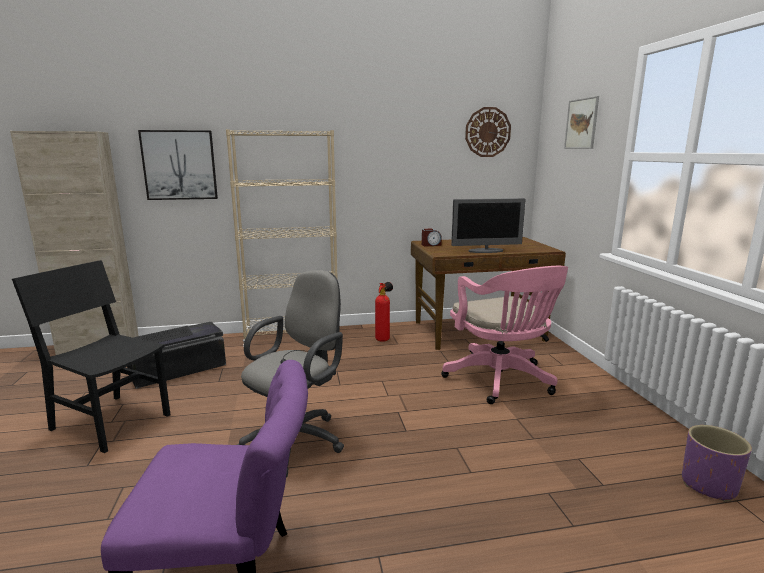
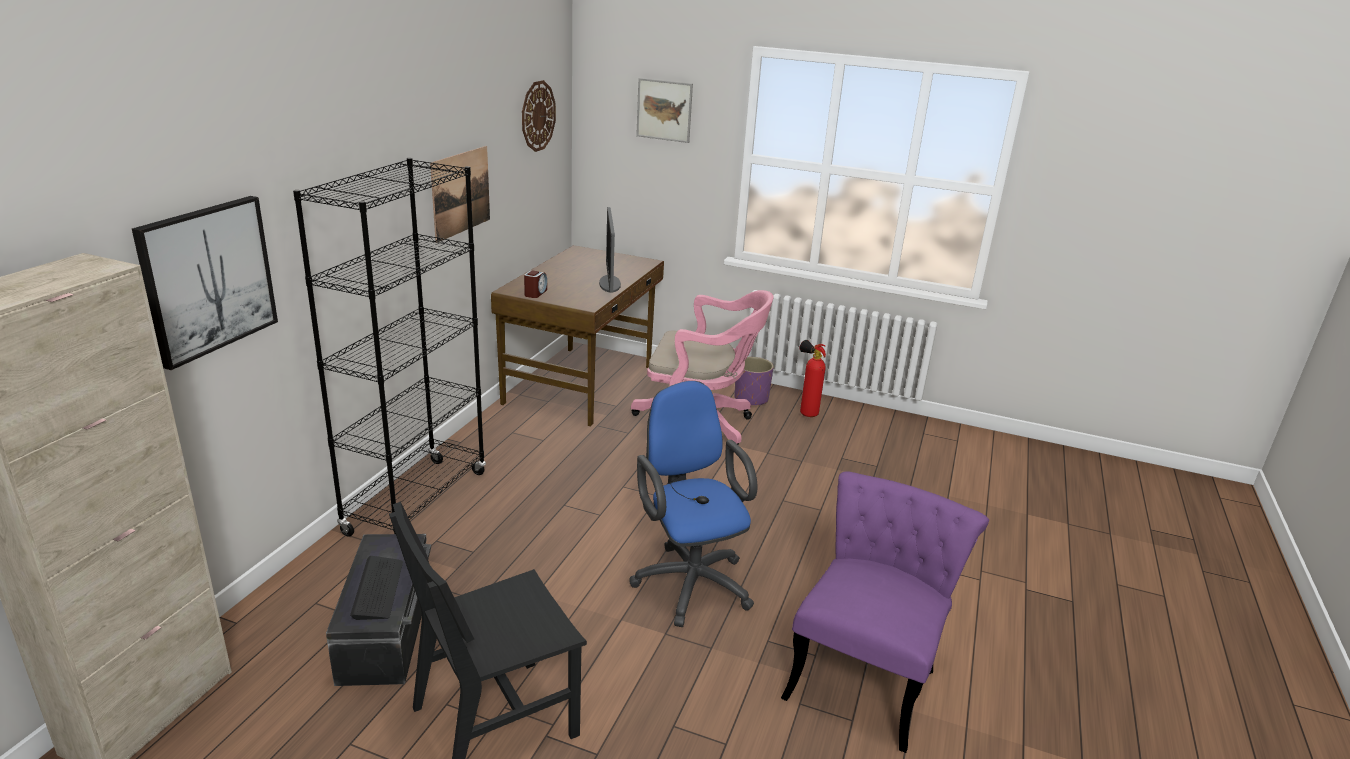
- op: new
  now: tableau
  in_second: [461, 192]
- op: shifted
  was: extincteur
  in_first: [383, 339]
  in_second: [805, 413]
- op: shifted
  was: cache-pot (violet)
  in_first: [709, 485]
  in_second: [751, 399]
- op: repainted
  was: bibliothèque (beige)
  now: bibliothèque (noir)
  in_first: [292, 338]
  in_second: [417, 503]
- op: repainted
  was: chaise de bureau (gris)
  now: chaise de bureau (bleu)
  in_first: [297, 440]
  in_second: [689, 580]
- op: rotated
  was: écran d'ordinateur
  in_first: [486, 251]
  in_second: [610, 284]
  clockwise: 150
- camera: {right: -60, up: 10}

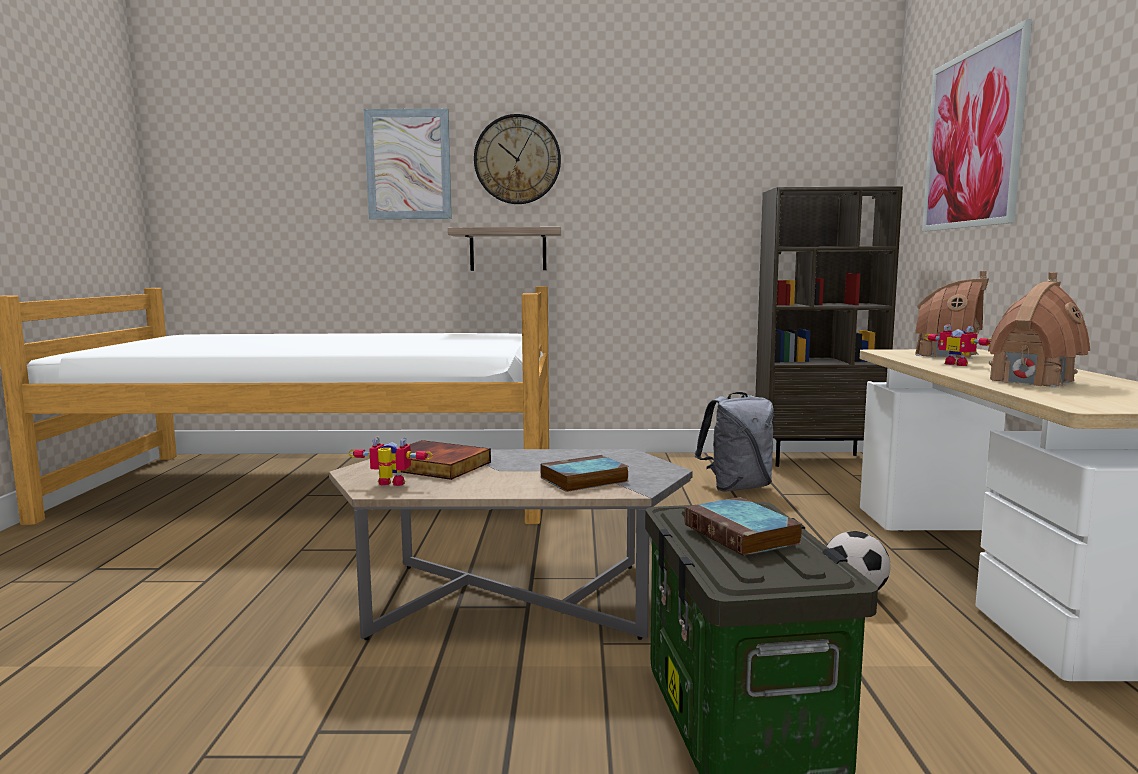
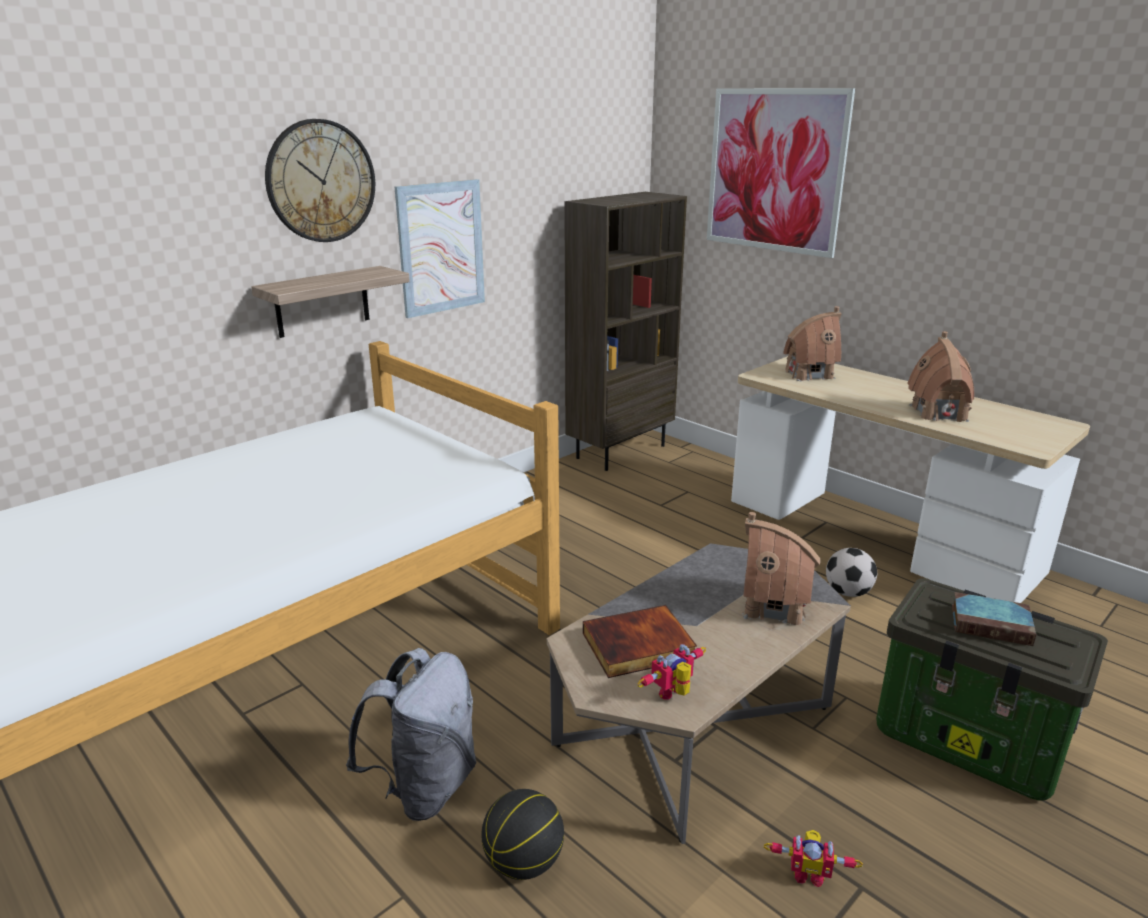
- op: new
  now: ballon de basket
  in_second: [524, 862]
- op: shifted
  was: tableau
  in_first: [408, 164]
  in_second: [441, 247]
- op: shifted
  was: sac à dos (gris)
  in_first: [737, 487]
  in_second: [424, 787]
- op: shifted
  was: robot jouet
  in_first: [958, 364]
  in_second: [808, 874]
- op: swapped
  was: livre
  now: maison miniature
  in_first: [583, 480]
  in_second: [773, 606]
- camera: {right: -45, up: 15}

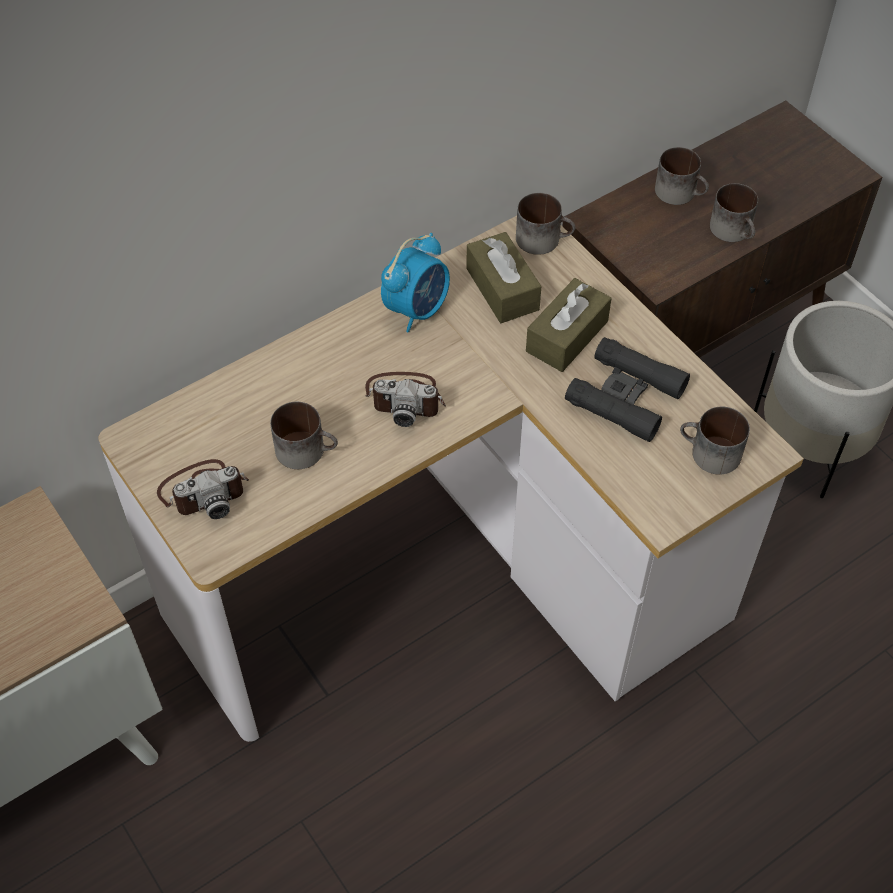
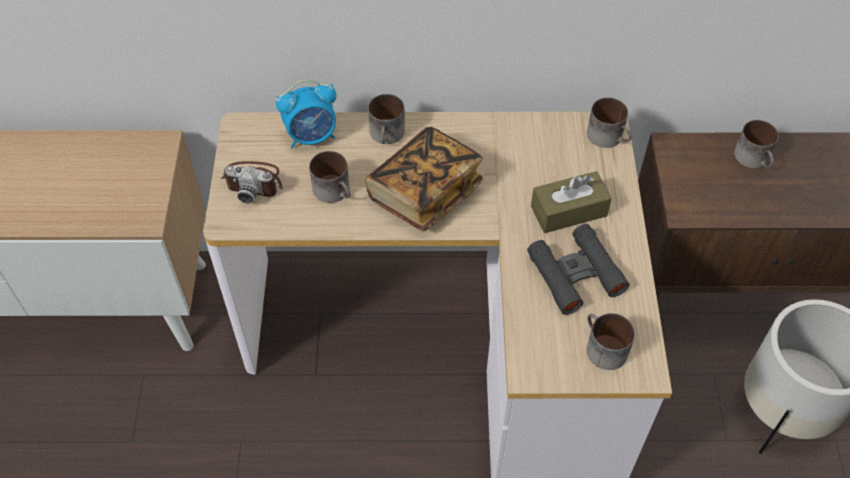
- op: gone
  was: boîte à mouchoirs (marron)
  in_first: [502, 289]
- op: shifted
  was: réveil
  in_first: [417, 309]
  in_second: [312, 136]
- op: shifted
  was: mug
  in_first: [735, 231]
  in_second: [388, 135]
- op: swapped
  was: appareil photo
  now: livre
  in_first: [406, 398]
  in_second: [424, 193]
- camera: {right: 35, up: 0}

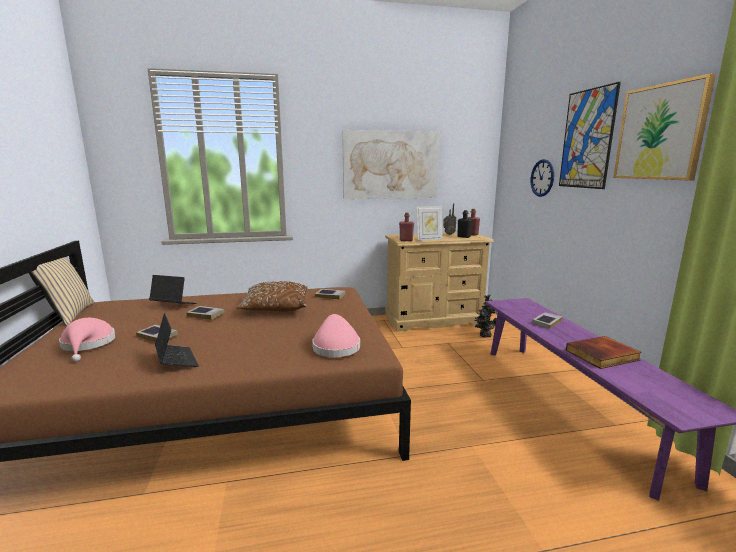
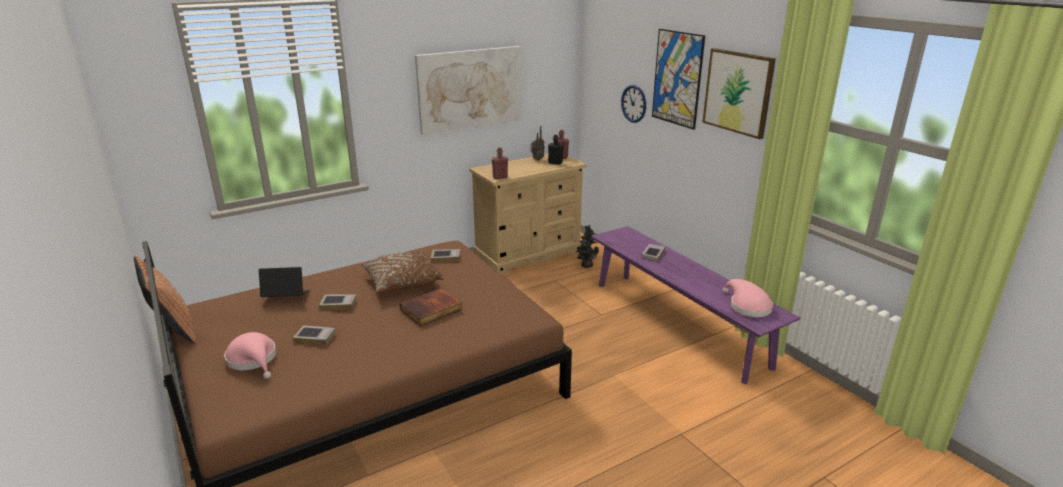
- op: gone
  was: ordinateur portable
  in_first: [176, 360]
- op: gone
  was: cadre photo
  in_first: [429, 239]
- op: shifted
  was: chapeau (rose)
  in_first: [335, 346]
  in_second: [747, 306]
- op: shifted
  was: livre
  in_first: [602, 356]
  in_second: [431, 310]
- op: repainted
  was: coussin (beige)
  now: coussin (orange)
  in_first: [68, 315]
  in_second: [174, 331]
- camera: {right: -20, up: 10}

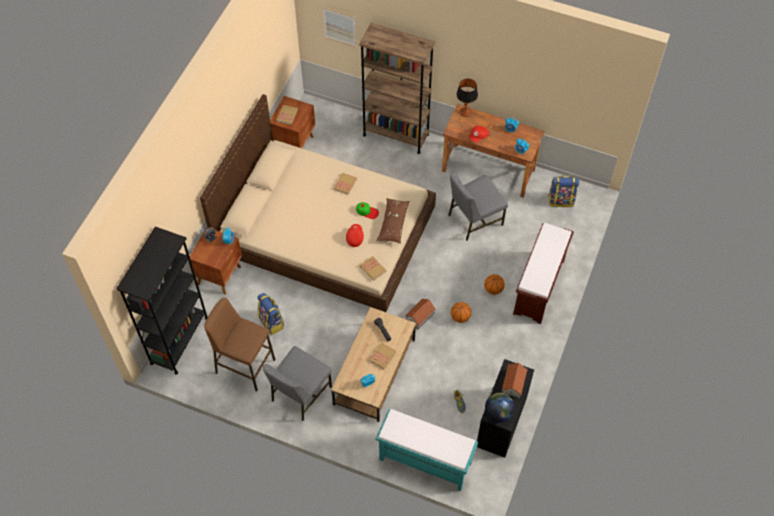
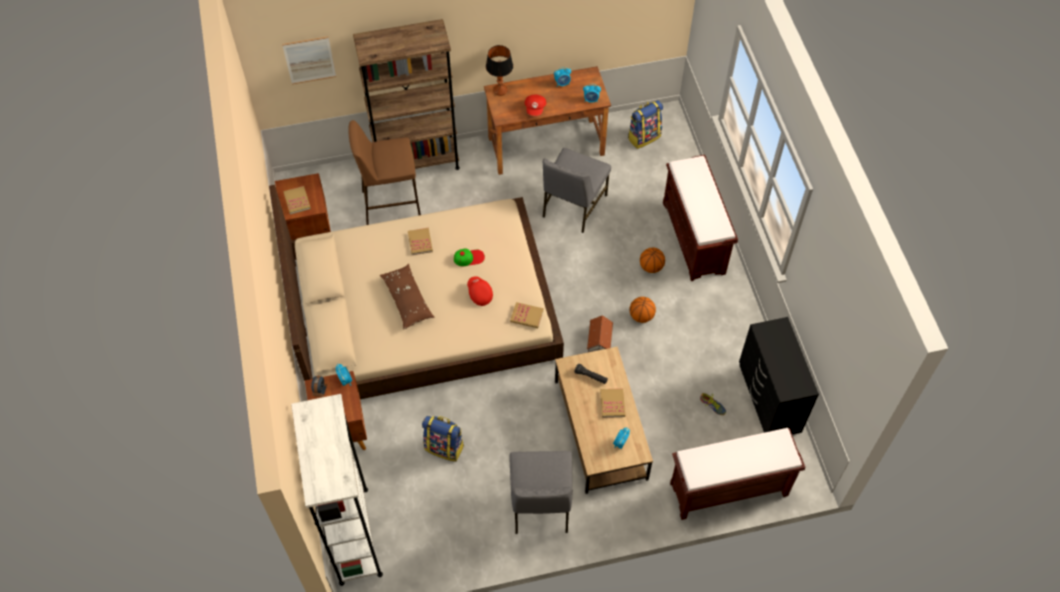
- op: gone
  was: globe
  in_first: [498, 413]
- op: gone
  was: maison miniature
  in_first: [513, 383]
- op: shifted
  was: tabouret (marron)
  in_first: [245, 366]
  in_second: [391, 205]
- op: shifted
  was: coussin (marron)
  in_first: [393, 224]
  in_second: [407, 300]
- op: repainted
  was: bibliothèque (noir)
  now: bibliothèque (blanc)
  in_first: [179, 340]
  in_second: [353, 535]
- op: repainted
  was: banc (turquoise)
  now: banc (marron)
  in_first: [424, 461]
  in_second: [727, 490]
- camera: {right: -35, up: 0}

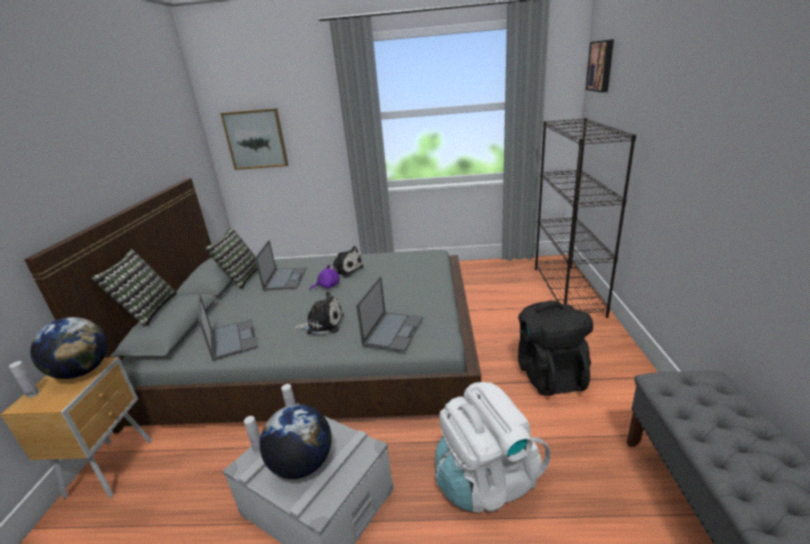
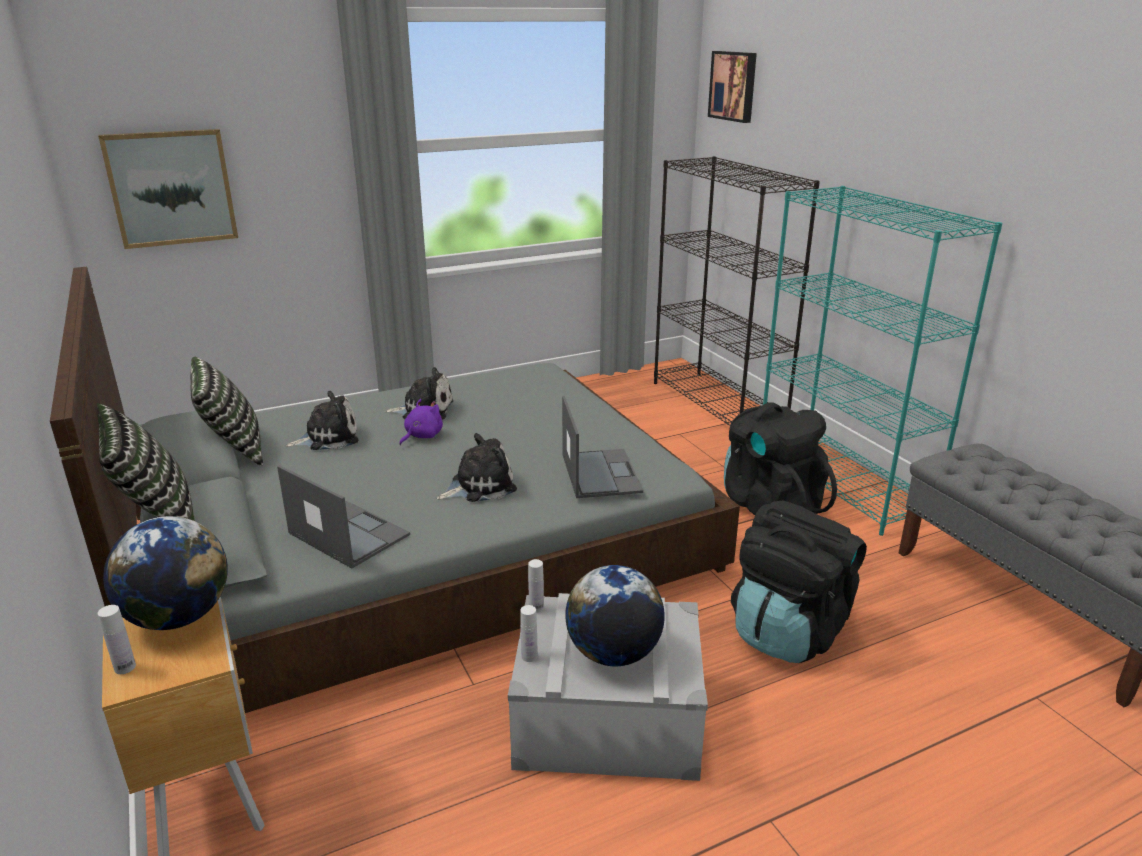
- op: new
  now: bibliothèque (turquoise)
  in_second: [842, 483]
- op: swapped
  was: ordinateur portable
  now: peluche
  in_first: [285, 278]
  in_second: [328, 437]
- op: repainted
  was: sac à dos (blanc)
  now: sac à dos (noir)
  in_first: [486, 481]
  in_second: [789, 631]
- camera: {right: -30, up: 0}

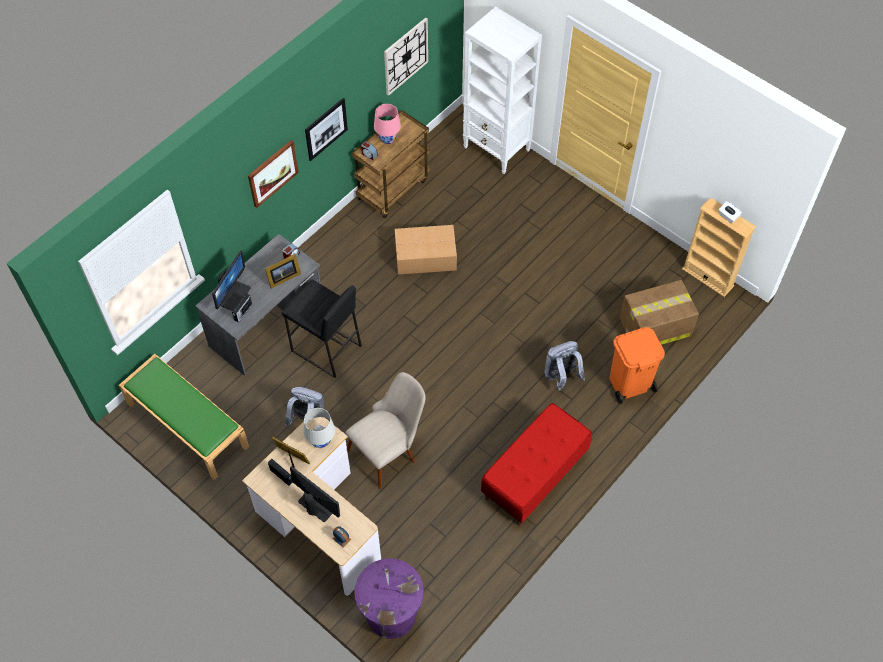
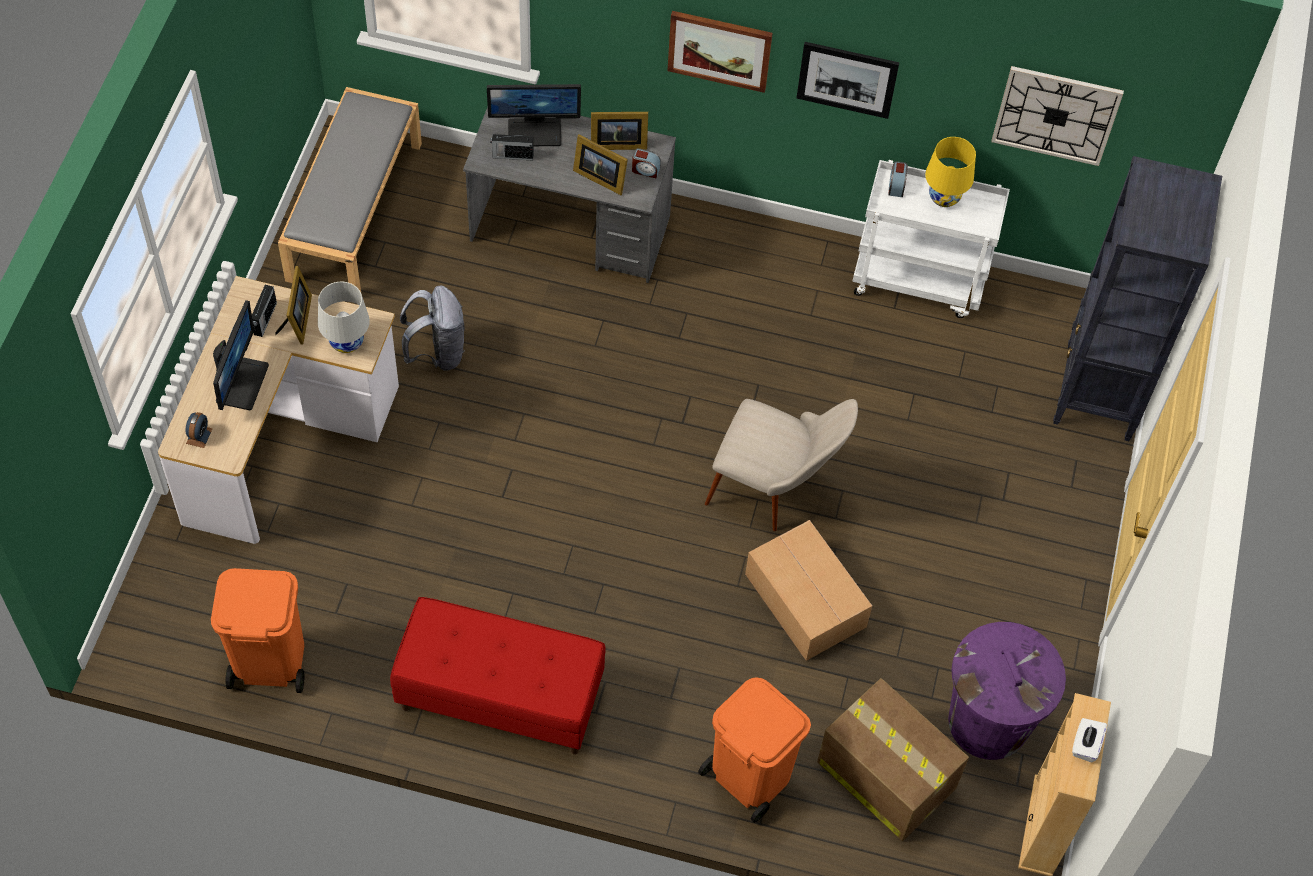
- op: gone
  was: tabouret (noir)
  in_first: [326, 349]
- op: gone
  was: sac à dos (gris)
  in_first: [561, 377]
- op: new
  now: poubelle (orange)
  in_second: [269, 661]
- op: new
  now: cadre photo
  in_second: [616, 143]
- op: shifted
  was: chaise (beige)
  in_first: [389, 450]
  in_second: [774, 489]
- op: shifted
  was: poubelle (violet)
  in_first: [391, 614]
  in_second: [988, 721]
- op: shifted
  was: carton
  in_first: [426, 257]
  in_second: [805, 602]
- op: repainted
  was: banc (vert)
  now: banc (gris)
  in_first: [186, 425]
  in_second: [354, 209]
- op: repainted
  was: chariot (marron)
  now: chariot (blanc)
  in_first: [393, 188]
  in_second: [919, 281]
- op: repainted
  was: lampe de table (rose)
  now: lampe de table (jaune)
  in_first: [388, 138]
  in_second: [944, 197]
- op: repainted
  was: bibliothèque (blanc)
  now: bibliothèque (noir)
  in_first: [497, 149]
  in_second: [1097, 393]
- camera: {right: 60, up: 0}

